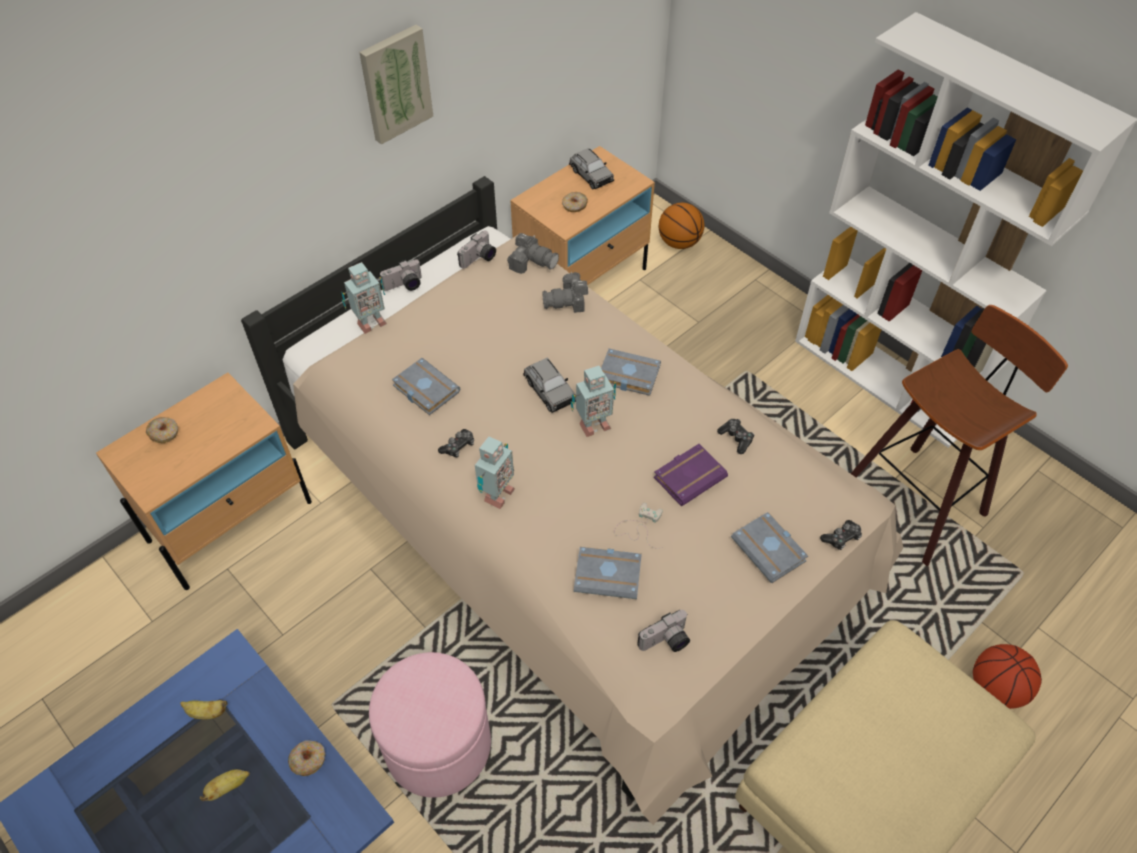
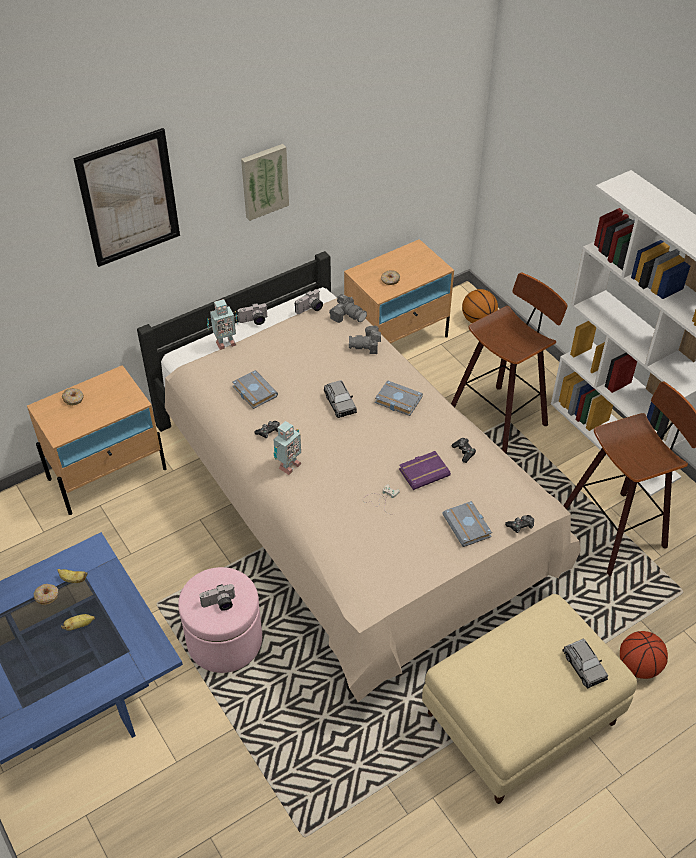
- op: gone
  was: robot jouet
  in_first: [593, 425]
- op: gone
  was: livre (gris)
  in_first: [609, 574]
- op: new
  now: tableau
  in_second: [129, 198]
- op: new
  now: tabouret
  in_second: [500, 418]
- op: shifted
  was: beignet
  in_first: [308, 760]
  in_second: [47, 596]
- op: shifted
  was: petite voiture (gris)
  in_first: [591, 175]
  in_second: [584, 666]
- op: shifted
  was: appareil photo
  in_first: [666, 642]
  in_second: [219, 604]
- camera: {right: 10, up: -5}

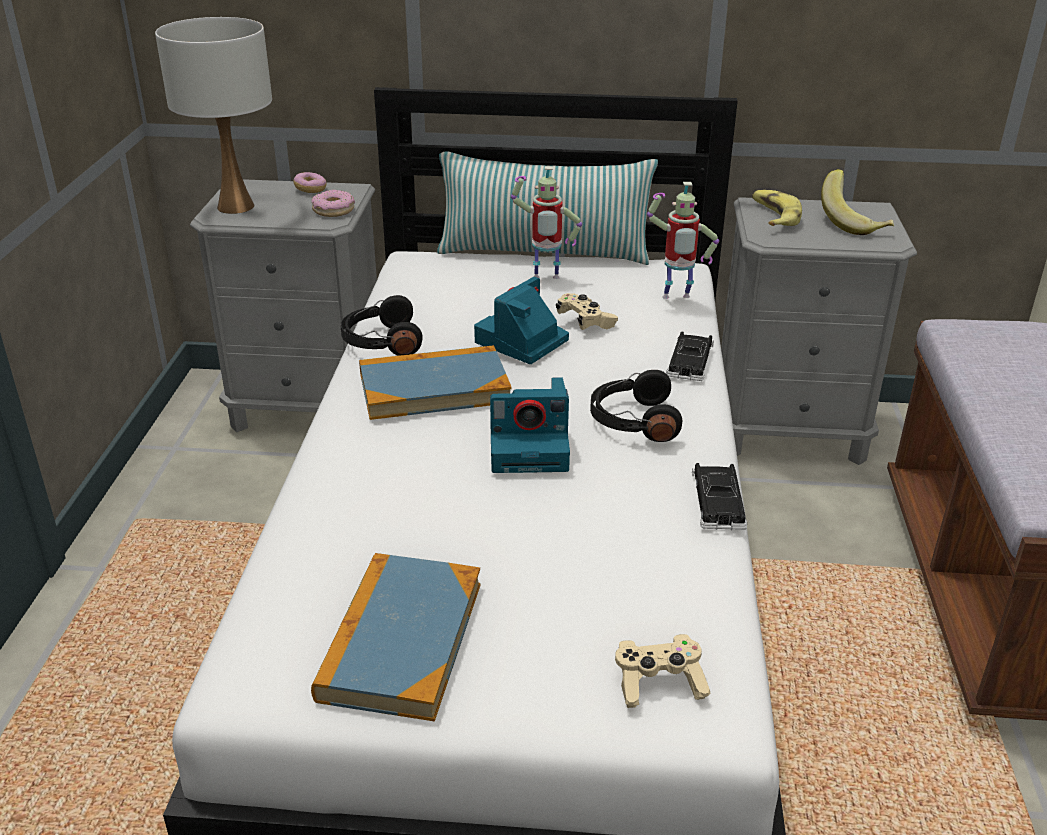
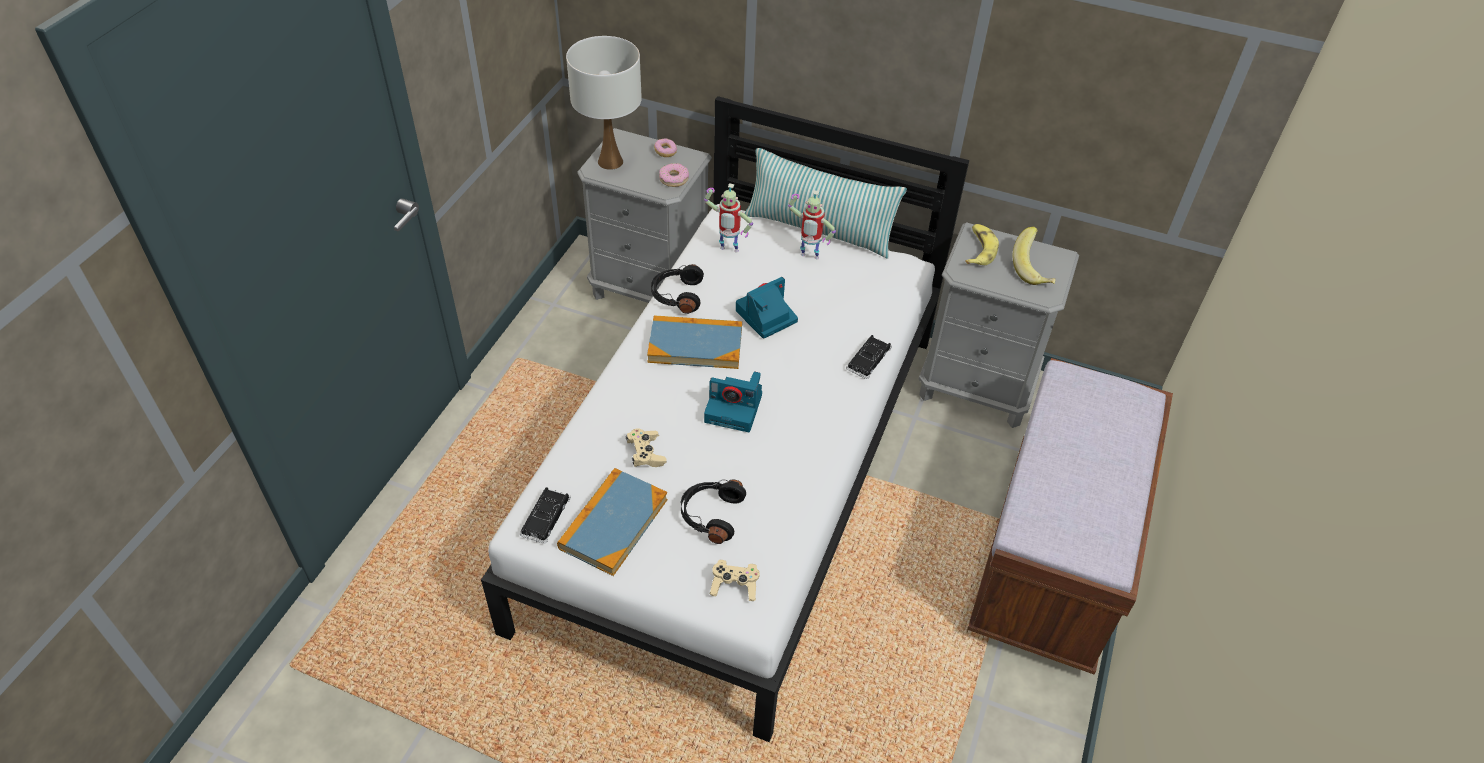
- op: shifted
  was: manette (beige)
  in_first: [585, 321]
  in_second: [646, 453]
- op: shifted
  was: casque audio (noir)
  in_first: [633, 421]
  in_second: [710, 515]
- op: shifted
  was: robot jouet
  in_first: [676, 299]
  in_second: [728, 251]
- op: shifted
  was: petite voiture (noir)
  in_first: [717, 502]
  in_second: [546, 518]
- camera: {right: 15, up: 15}

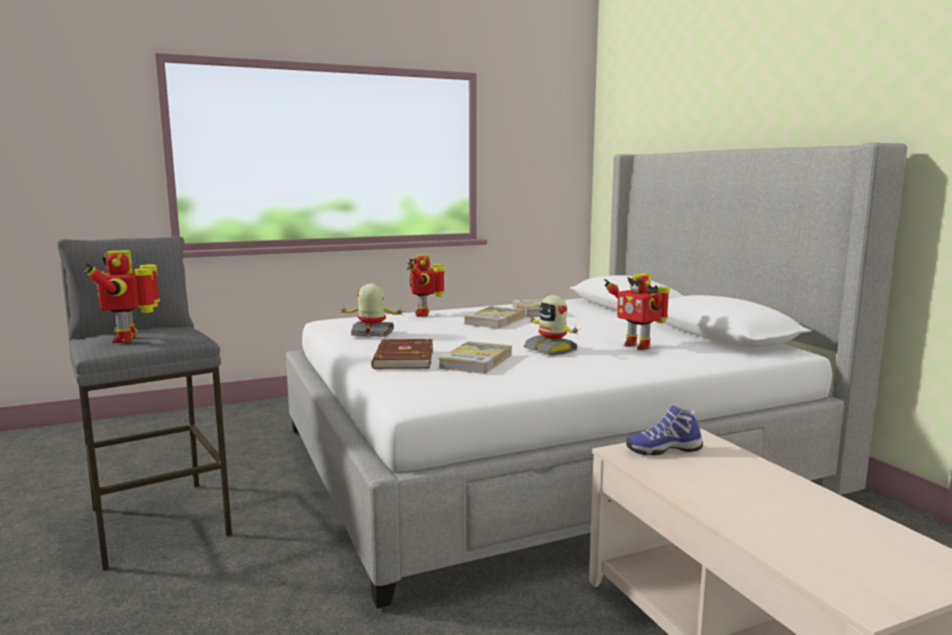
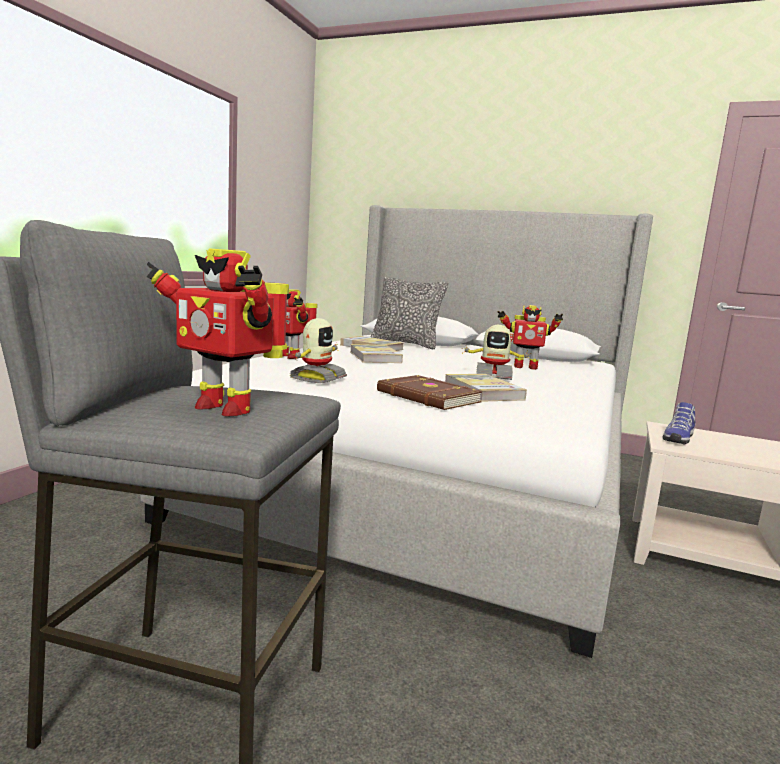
- op: new
  now: coussin
  in_second: [405, 344]
- op: rotated
  was: robot jouet
  in_first: [372, 333]
  in_second: [317, 378]
  clockwise: 150
- camera: {right: -45, up: 0}

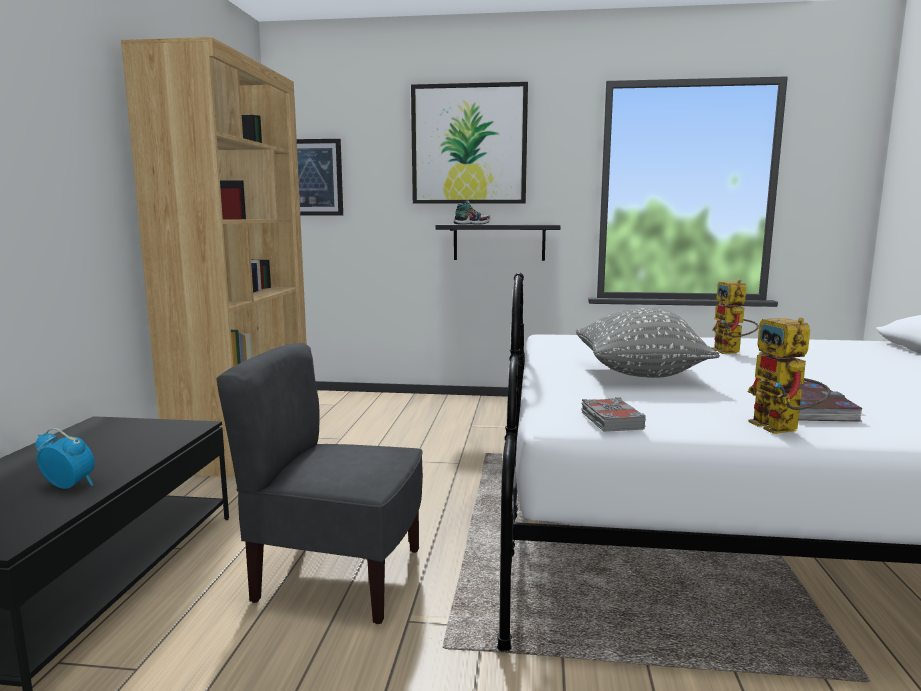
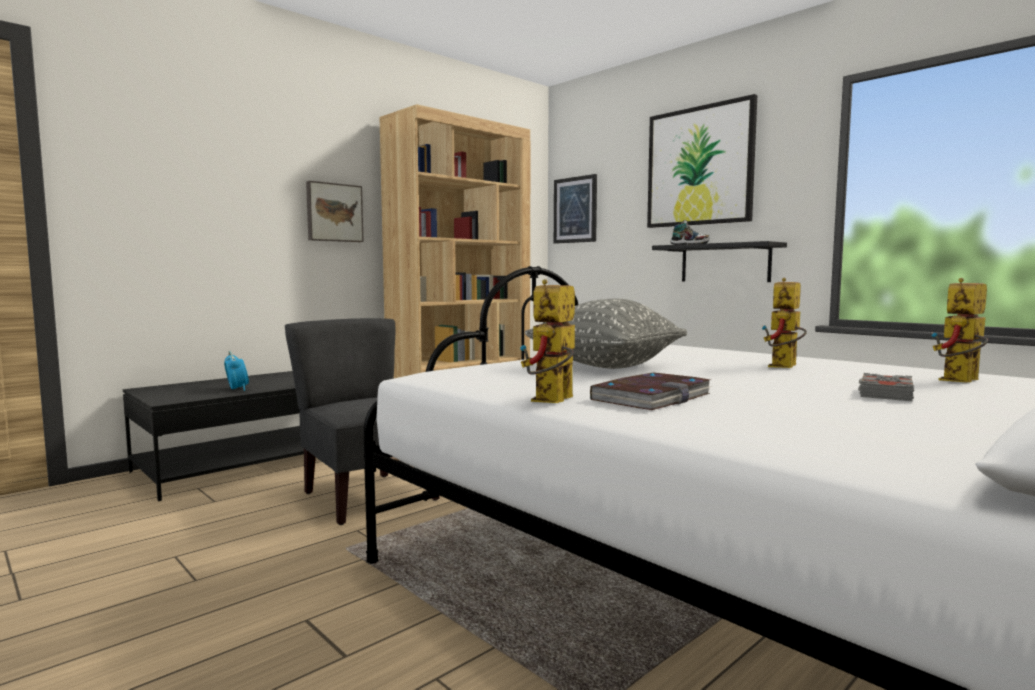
- op: new
  now: tableau
  in_second: [334, 212]
- op: new
  now: robot jouet
  in_second: [960, 381]
- op: shifted
  was: livre (gris)
  in_first: [610, 421]
  in_second: [884, 394]
- camera: {right: 40, up: -5}

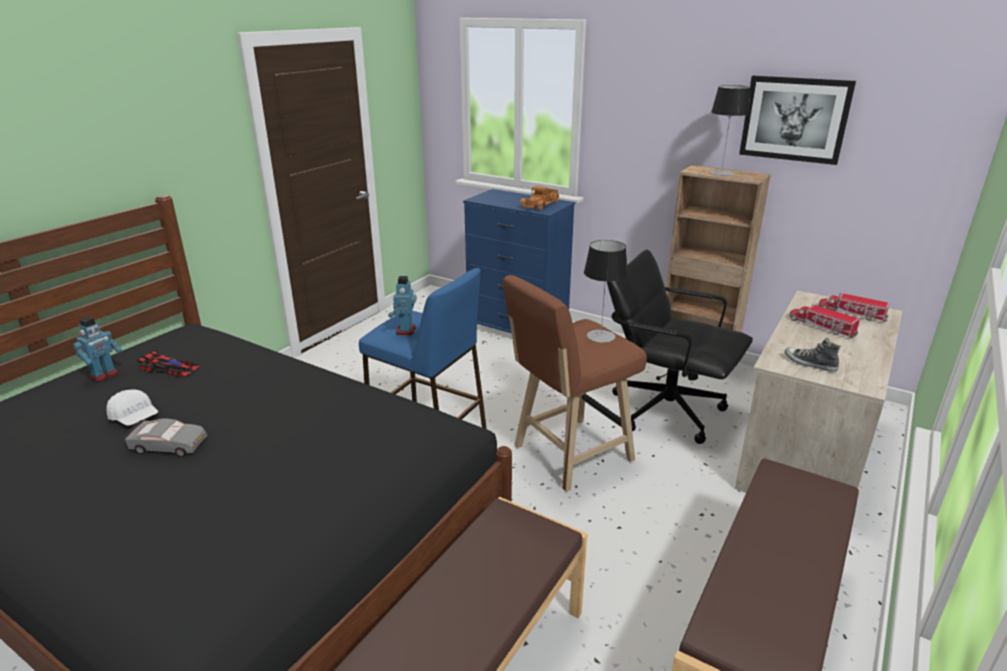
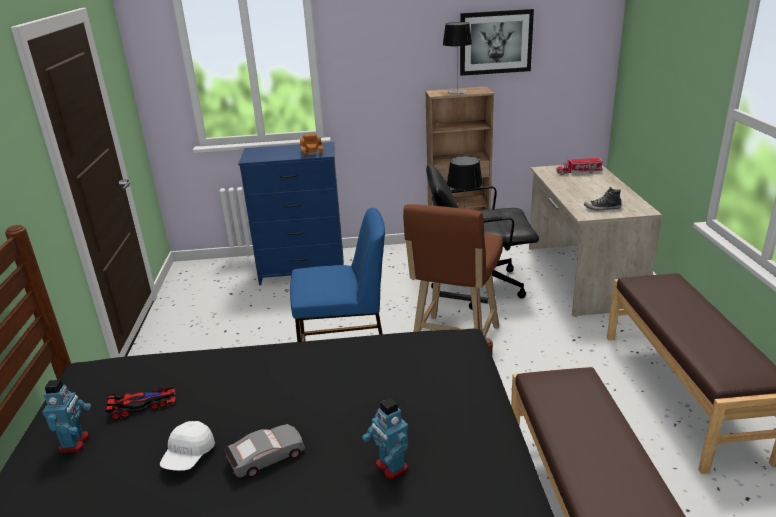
- op: gone
  was: camion jouet
  in_first: [821, 327]
- op: shifted
  was: robot jouet
  in_first: [405, 330]
  in_second: [391, 467]
- op: rotated
  was: casquette (blanc)
  in_first: [135, 418]
  in_second: [189, 456]
  clockwise: 105
- camera: {right: -35, up: 0}

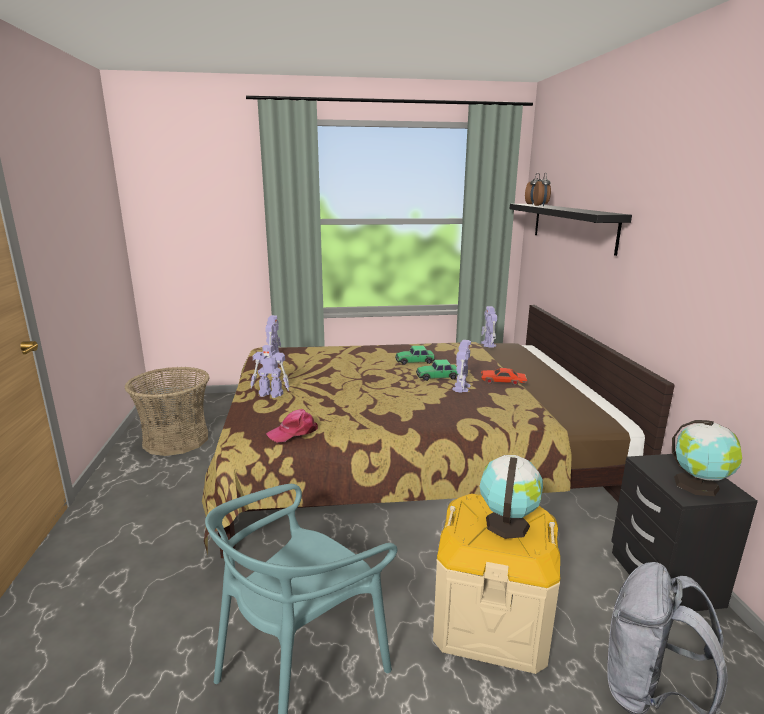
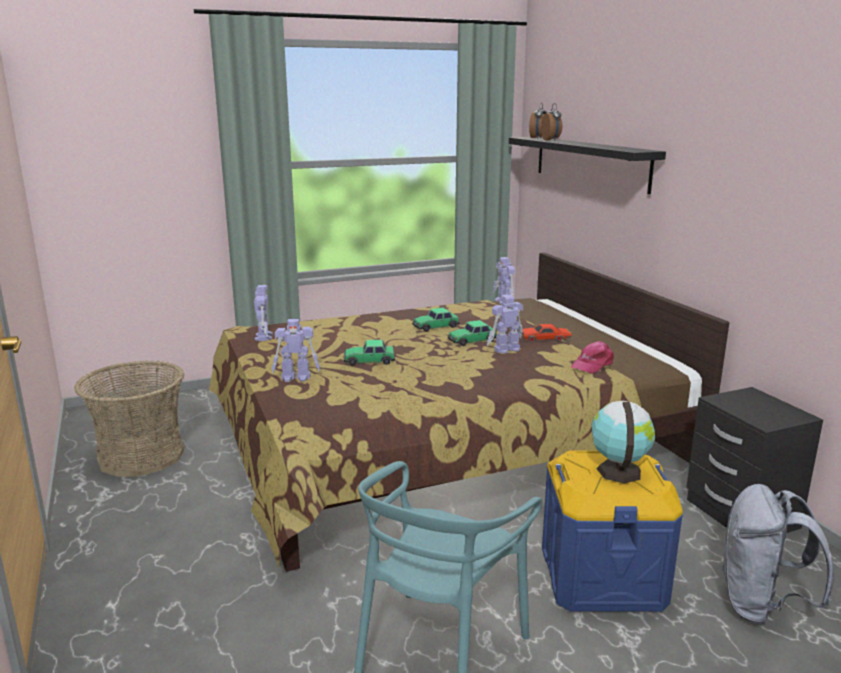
- op: gone
  was: globe
  in_first: [699, 485]
- op: new
  now: petite voiture
  in_second: [369, 361]
- op: shifted
  was: casquette (rose)
  in_first: [293, 432]
  in_second: [592, 365]
- op: repainted
  was: boîte de rangement (beige)
  now: boîte de rangement (bleu)
  in_first: [491, 620]
  in_second: [602, 576]
- op: rotated
  was: robot jouet
  in_first: [461, 387]
  in_second: [505, 349]
  clockwise: -120
- camera: {right: -15, up: 0}

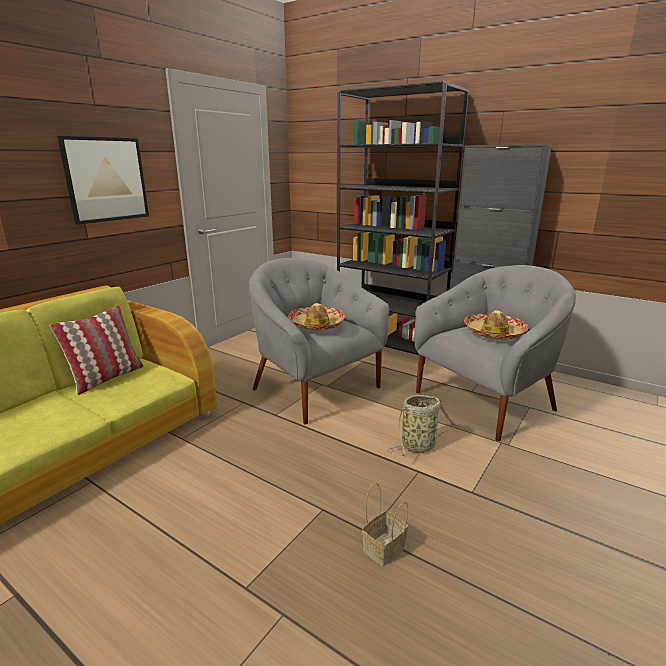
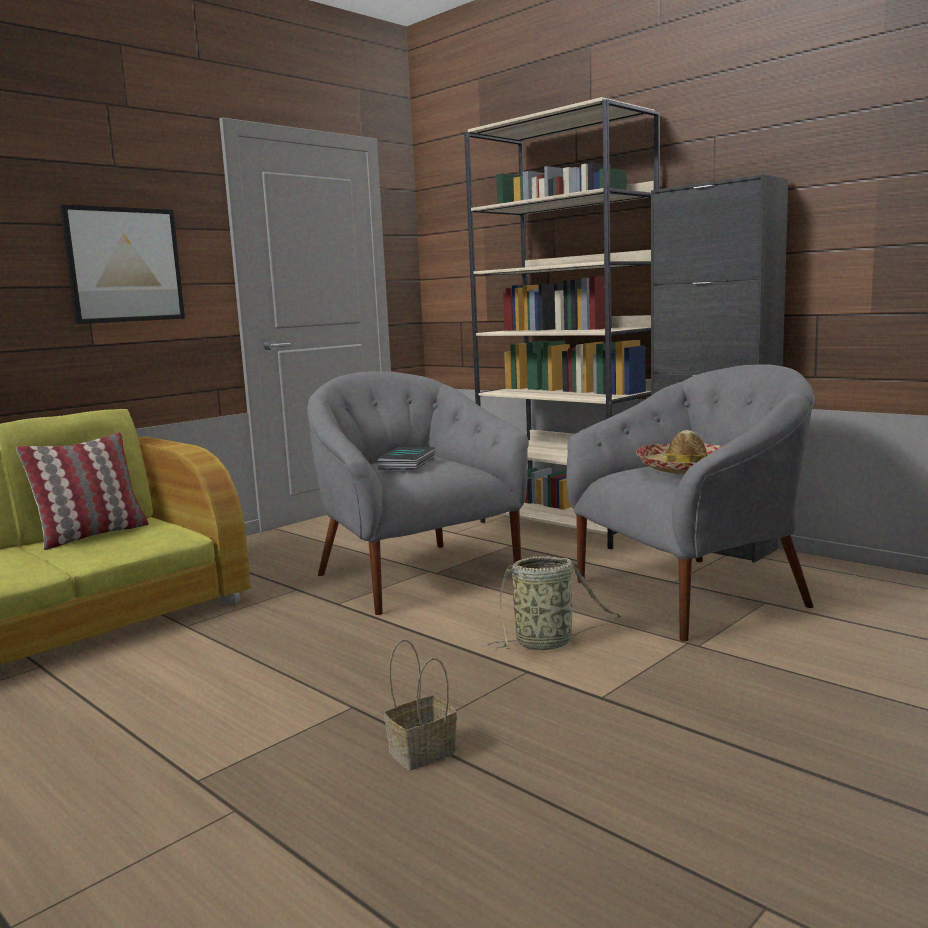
- op: swapped
  was: chapeau
  now: livre
  in_first: [316, 324]
  in_second: [408, 464]
- op: repainted
  was: bibliothèque (noir)
  now: bibliothèque (beige)
  in_first: [390, 344]
  in_second: [568, 525]
- camera: {right: 10, up: -10}

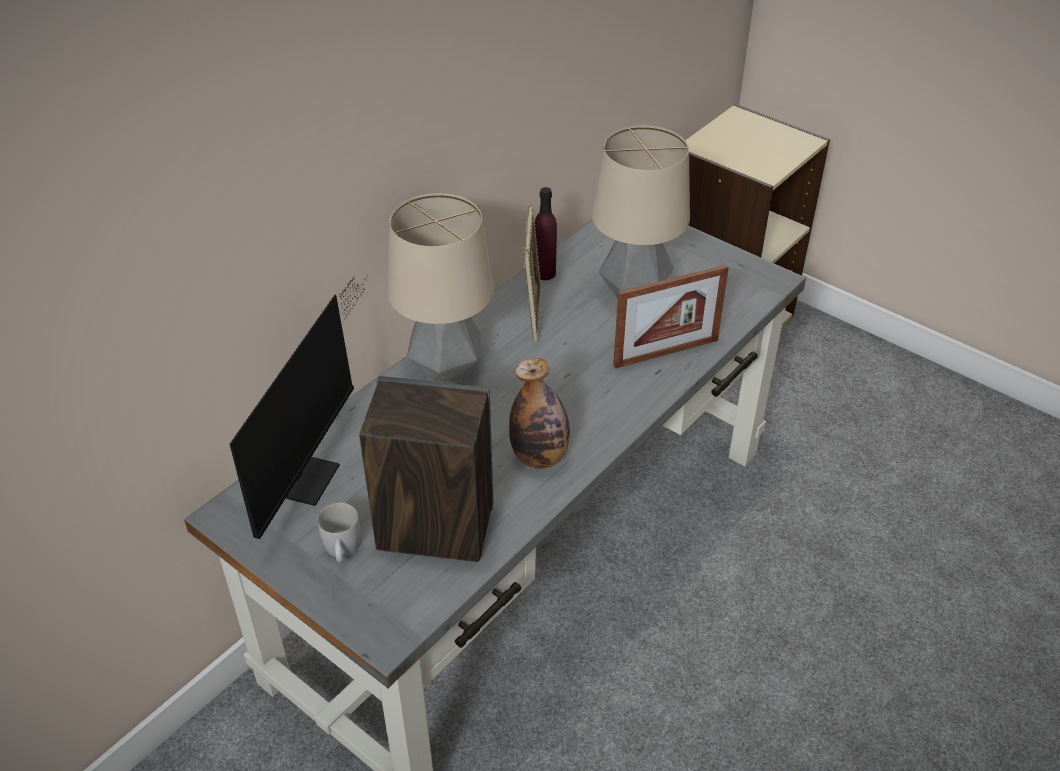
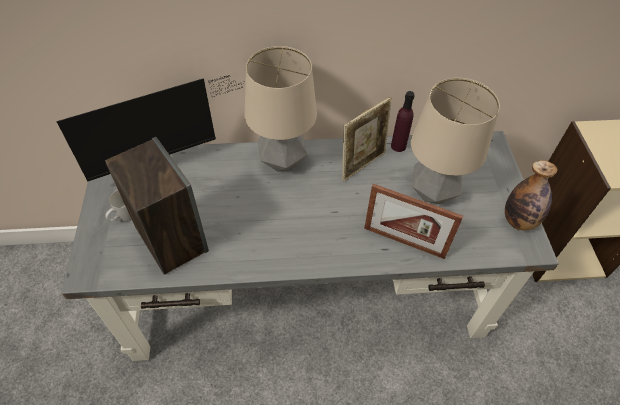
- op: shifted
  was: bouteille
  in_first: [539, 456]
  in_second: [519, 221]
- camera: {right: 45, up: 10}

